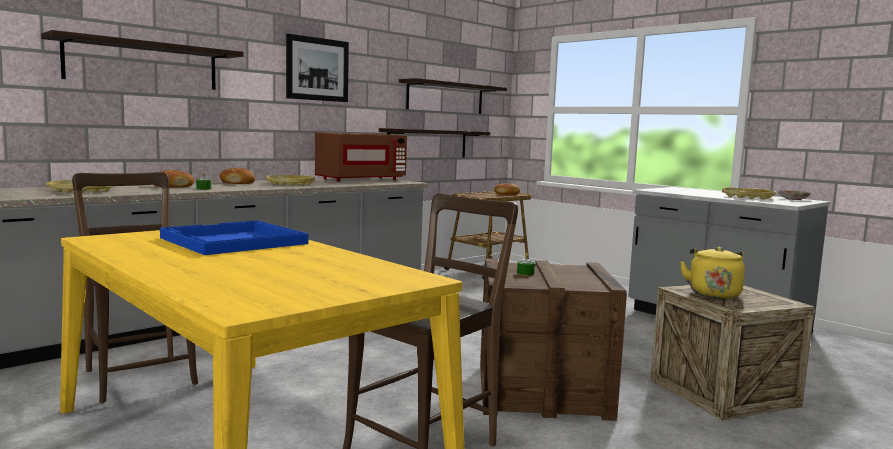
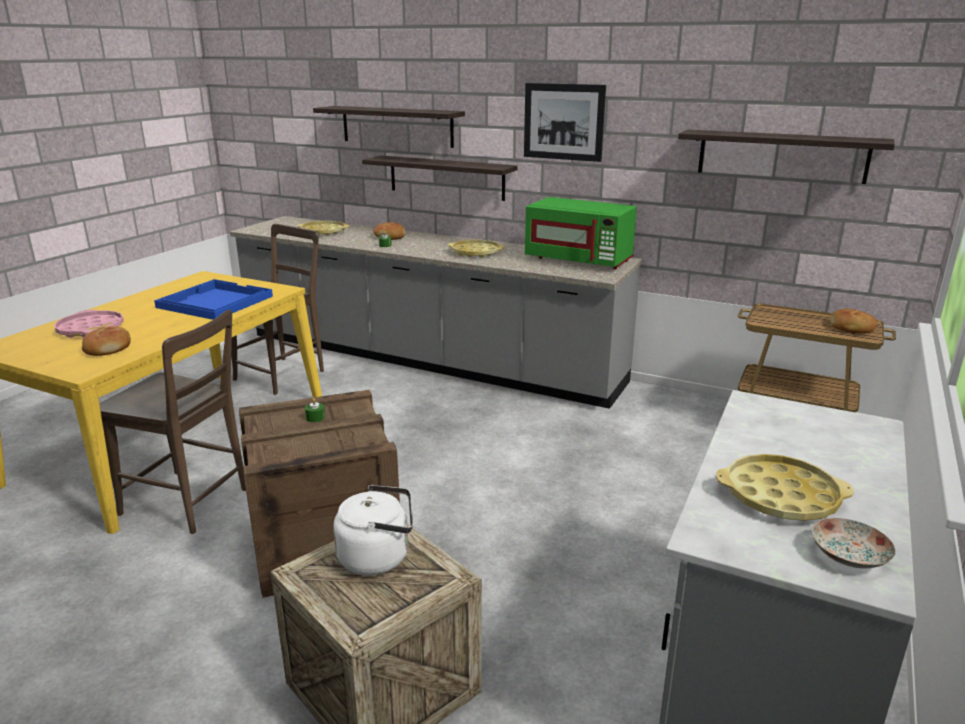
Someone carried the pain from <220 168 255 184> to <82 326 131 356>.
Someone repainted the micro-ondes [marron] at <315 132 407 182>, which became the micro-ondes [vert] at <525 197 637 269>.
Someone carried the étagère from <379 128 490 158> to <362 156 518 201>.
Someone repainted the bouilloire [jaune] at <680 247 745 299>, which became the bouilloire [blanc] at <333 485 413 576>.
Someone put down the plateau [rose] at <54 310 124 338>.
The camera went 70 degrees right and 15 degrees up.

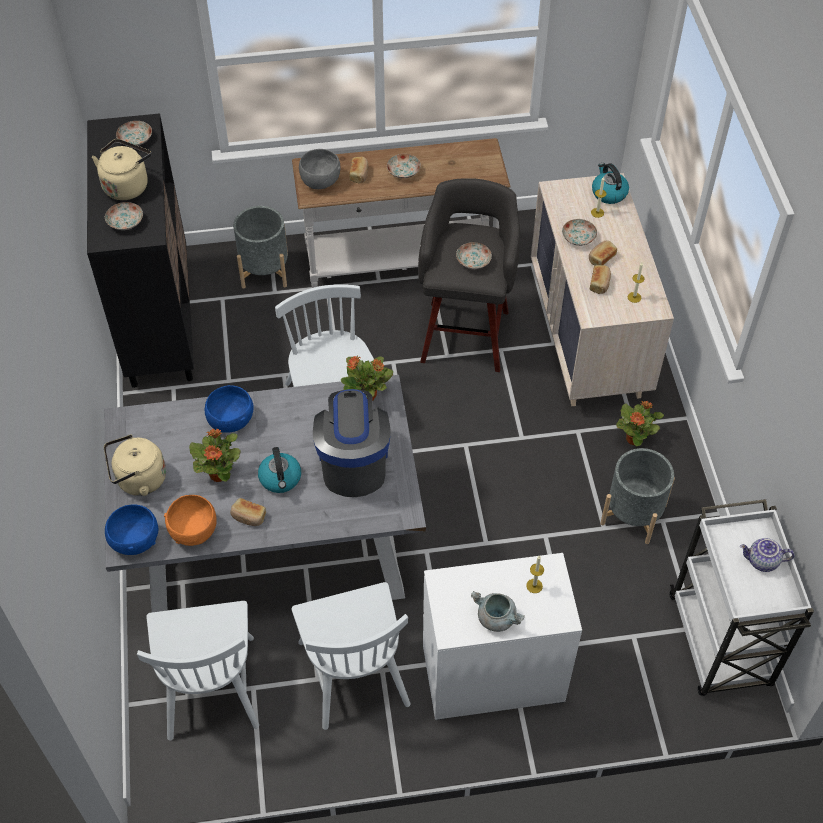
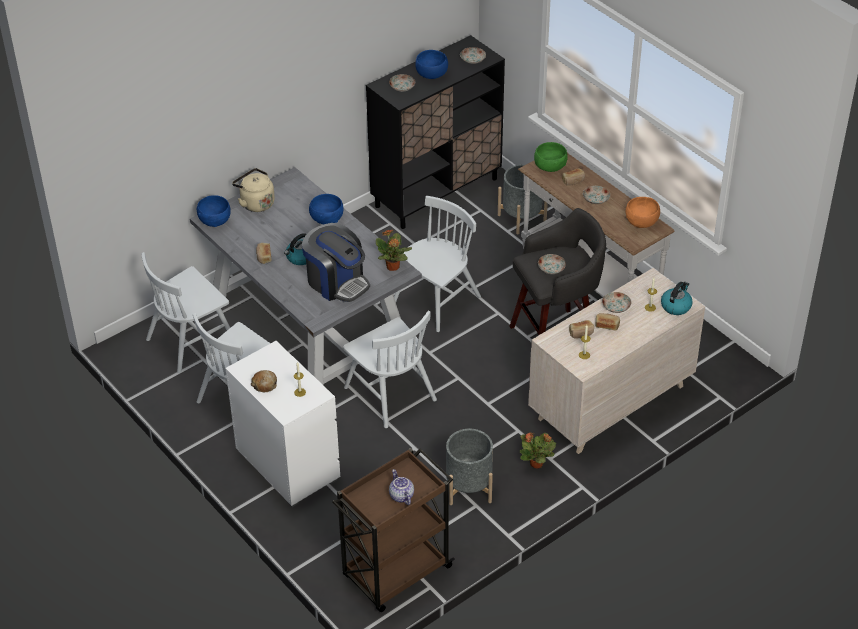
Someone swapped the bouilloire [beige] at <92 139 152 200> for the bol [bleu] at <415 50 448 79>.
Someone carried the bol [orange] from <164 495 217 546> to <626 197 660 228>.
Someone took away the plante en pot at <189 429 241 482>.
Someone repainted the bol [gris] at <299 149 340 189>, which became the bol [vert] at <534 142 568 172>.
Someone rotated the machine à café at <313 389 391 497> by 75 degrees clockwise.
Someone swapped the marmite [gris] at <471 591 525 632> for the pain at <251 370 277 392>.
Someone repainted the chariot [blanc] at <670 499 814 696>, which became the chariot [marron] at <332 448 455 612>.
Someone put down the chaise [blanc] at <343 311 437 428>.
The camera went 60 degrees right and 10 degrees down.

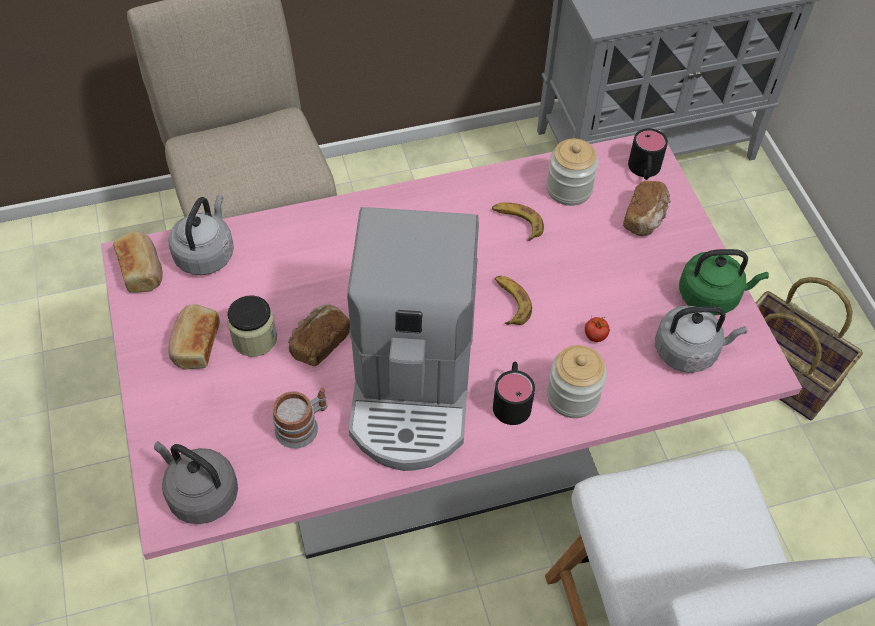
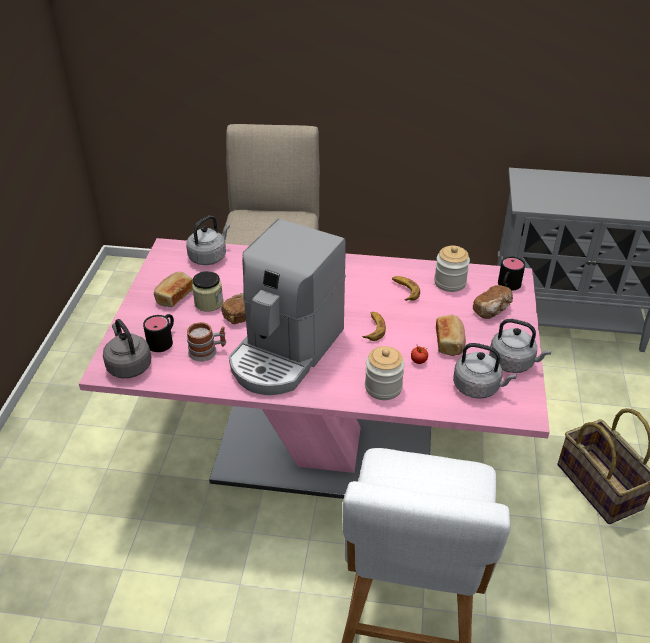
Someone carried the pain from <113 231 163 293> to <436 315 466 356>.
Someone carried the mug [noir] from <493 362 535 425> to <143 314 174 352>.
Someone repainted the bouilloire [vert] at <679 249 769 316>, which became the bouilloire [gris] at <489 319 552 373>.
The camera went 25 degrees right and 15 degrees down.

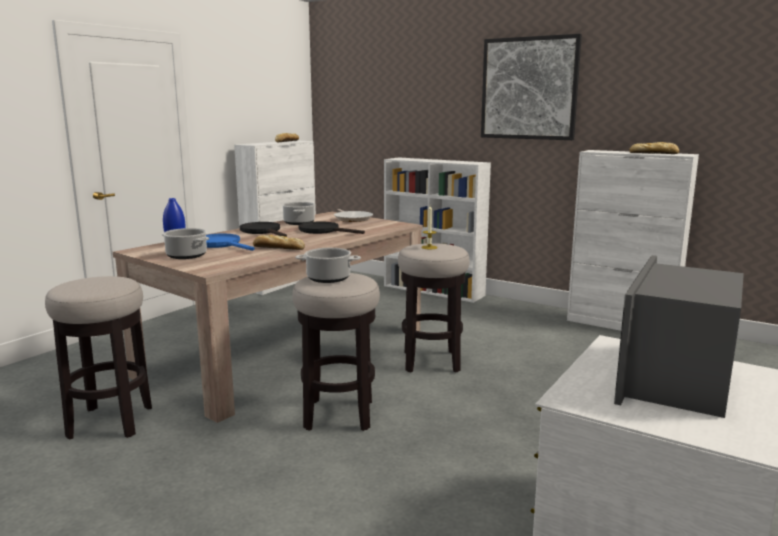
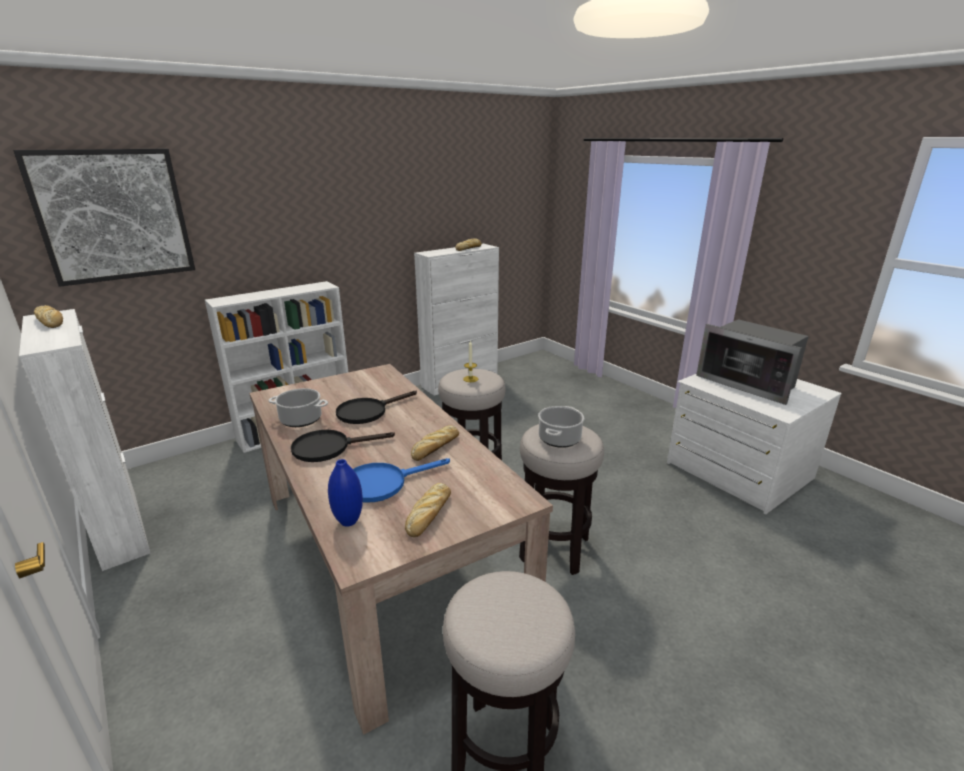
Someone swapped the marmite at <162 228 209 259> for the pain at <405 483 451 537>.
Someone took away the poêle at <334 209 373 222>.
Someone carried the tableau from <481 34 582 140> to <13 149 195 287>.
The camera went 70 degrees left and 10 degrees up.

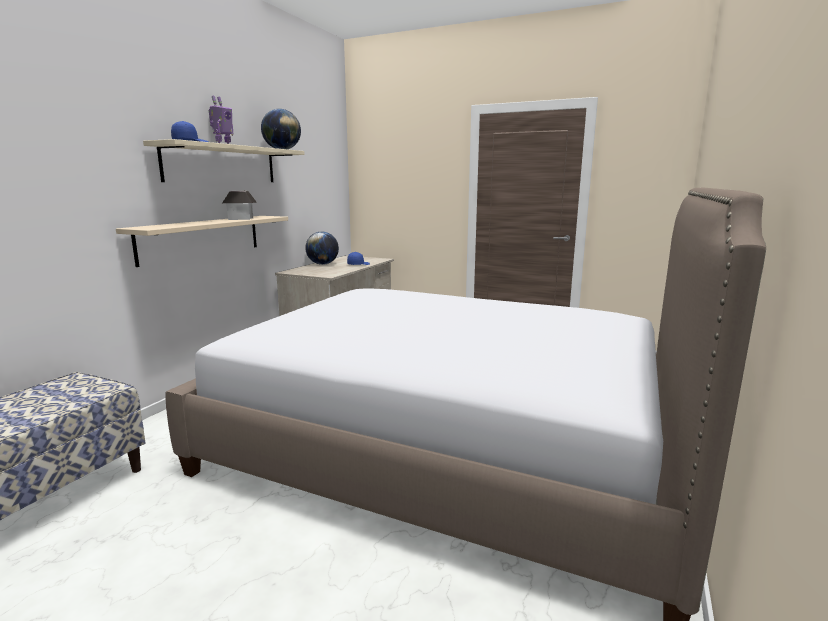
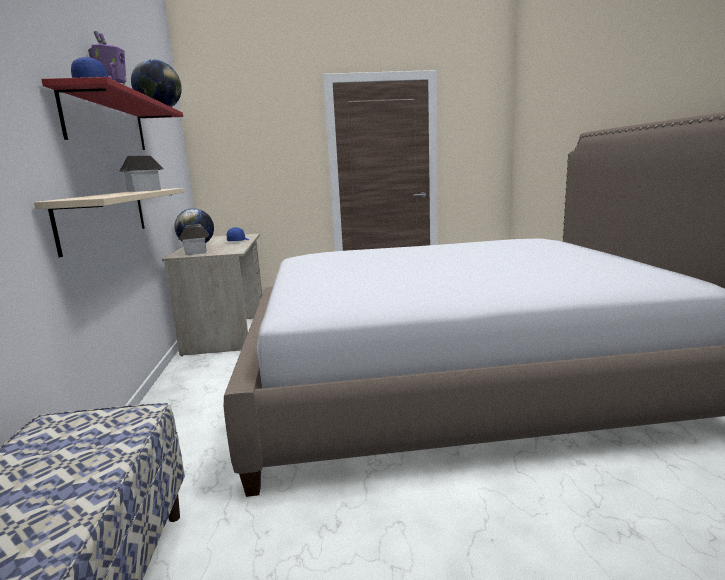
Someone repainted the étagère [beige] at <143 139 305 182>, which became the étagère [rouge] at <41 77 183 150>.
Someone put down the maison miniature at <179 224 209 255>.
The camera went 30 degrees left and 0 degrees up.

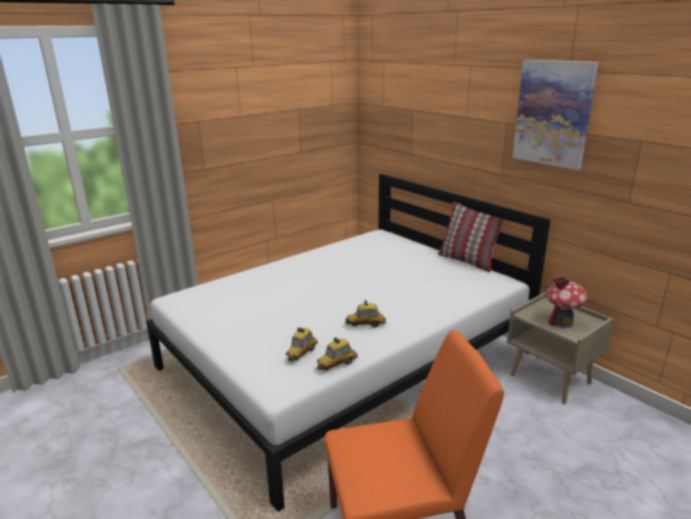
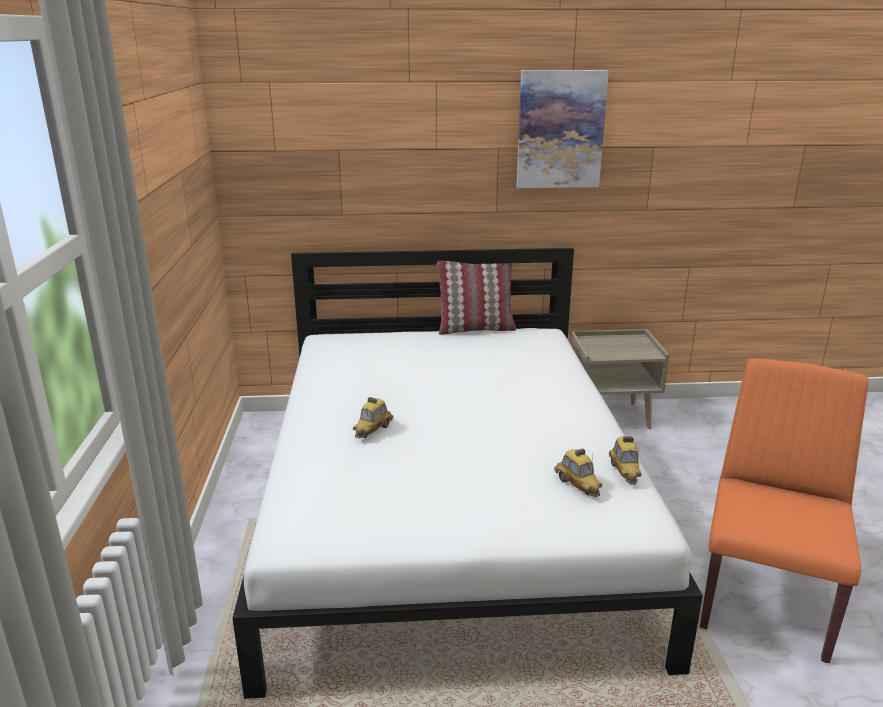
Someone carried the petite voiture from <345 300 386 328> to <353 397 393 439>.
Someone took away the maison miniature at <547 275 588 328>.
The camera went 55 degrees left and 0 degrees up.

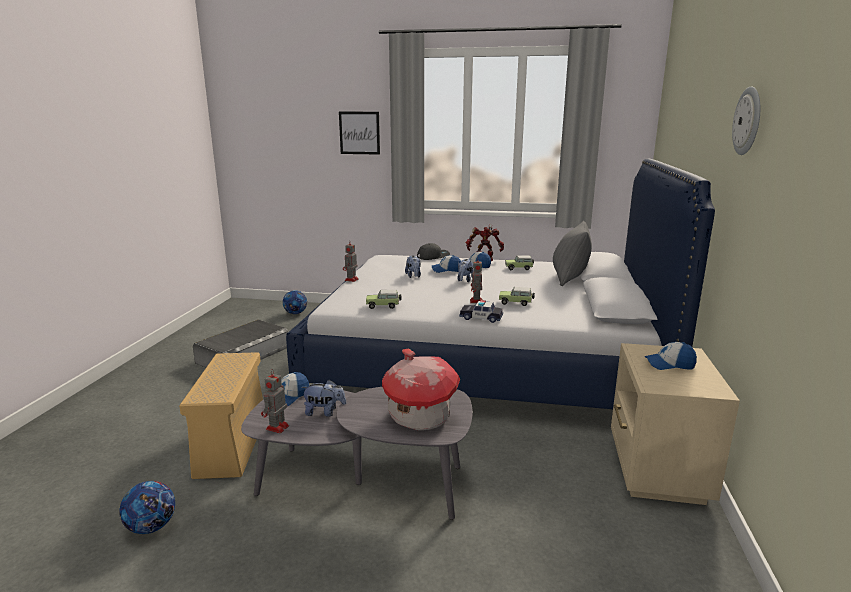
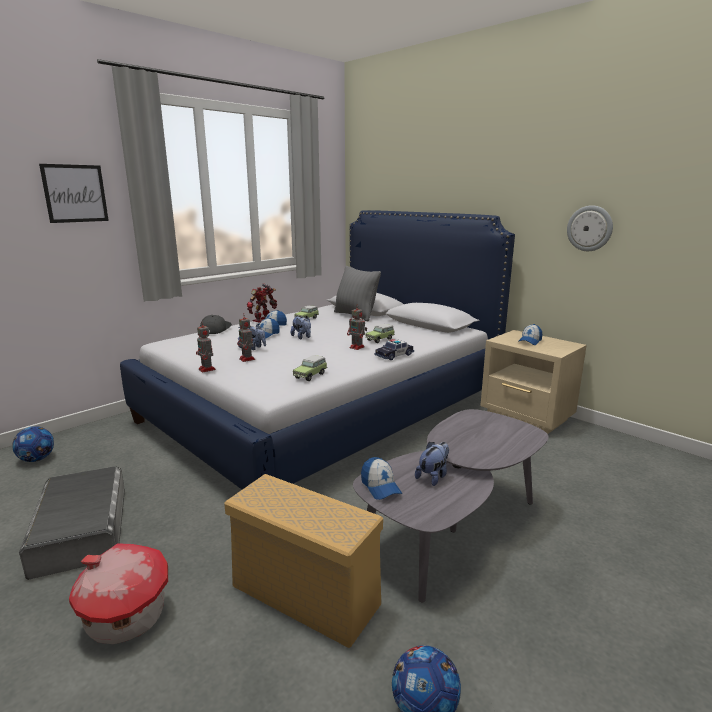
Someone carried the robot jouet from <261 369 289 433> to <237 314 255 362>.
Someone carried the maison miniature from <382 349 460 430> to <69 543 168 644>.
Someone carried the horloge murale from <732 87 760 155> to <567 205 613 251>.
The camera went 55 degrees left and 0 degrees up.

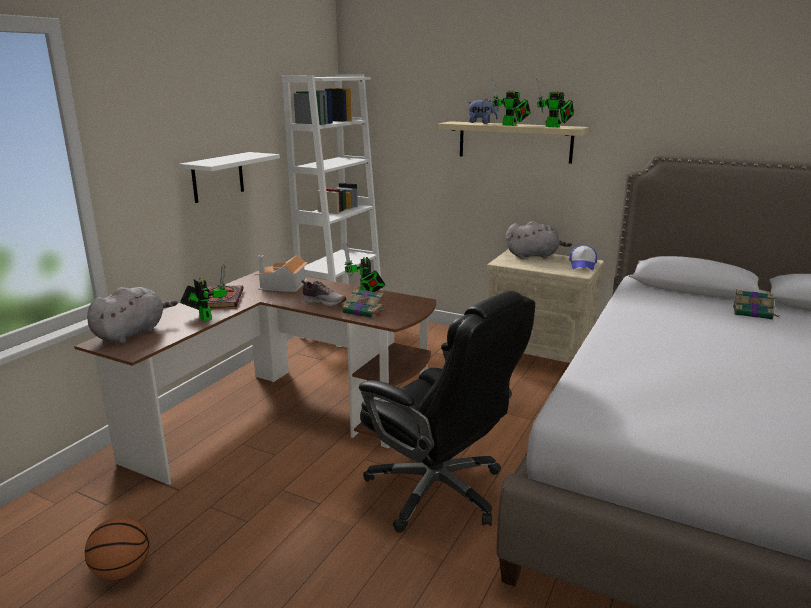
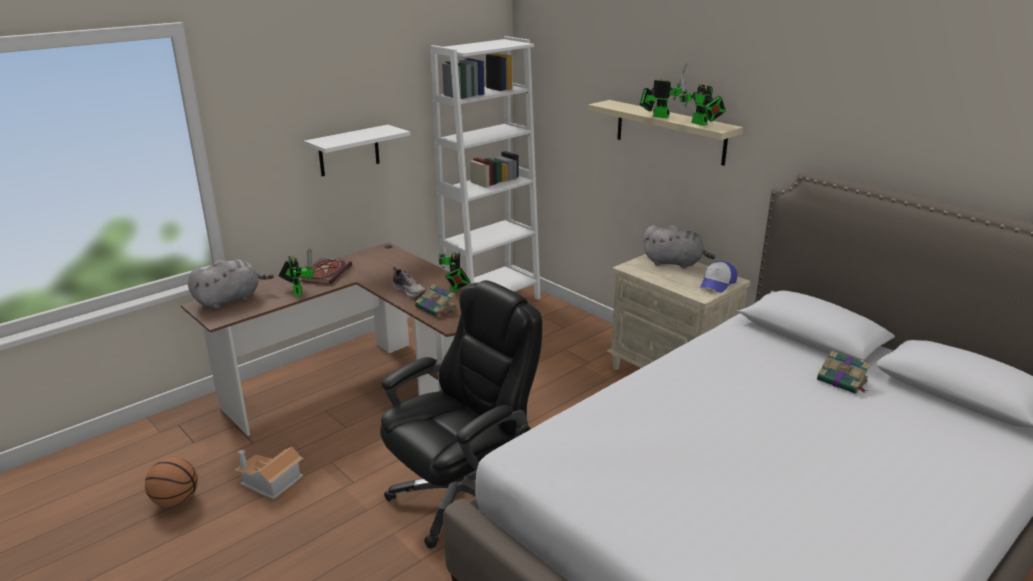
Someone carried the maison miniature from <254 255 308 292> to <235 447 303 499>.
Someone rotated the chaise de bureau [noir] at <359 291 535 533> by 105 degrees counterclockwise.
Someone took away the peluche at <468 99 499 124>.
Someone rotated the robot jouet at <492 78 531 126> by 150 degrees clockwise.
The camera went 20 degrees right and 5 degrees up.

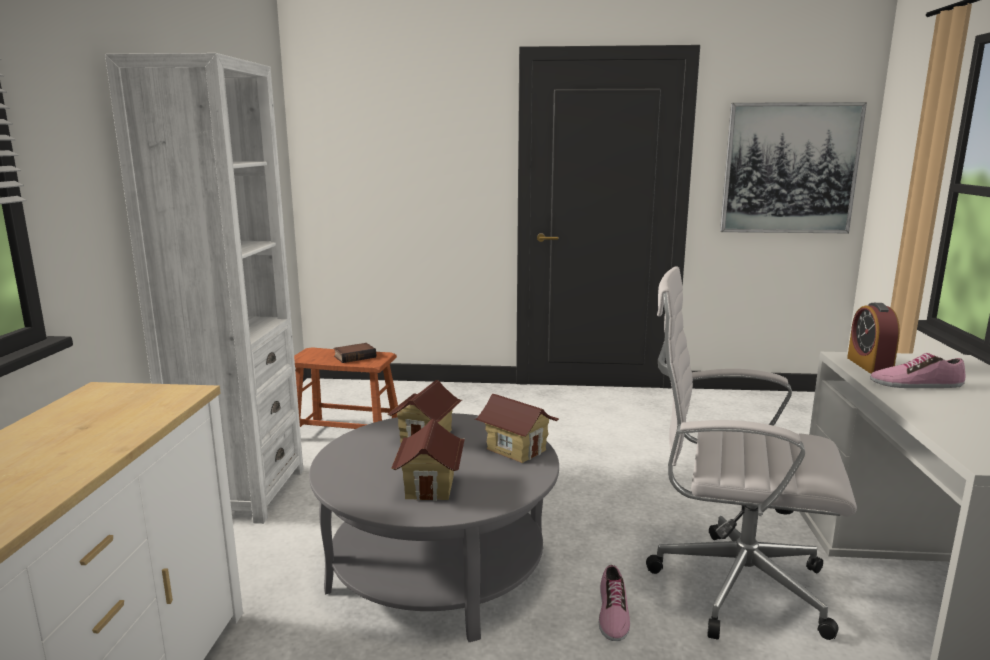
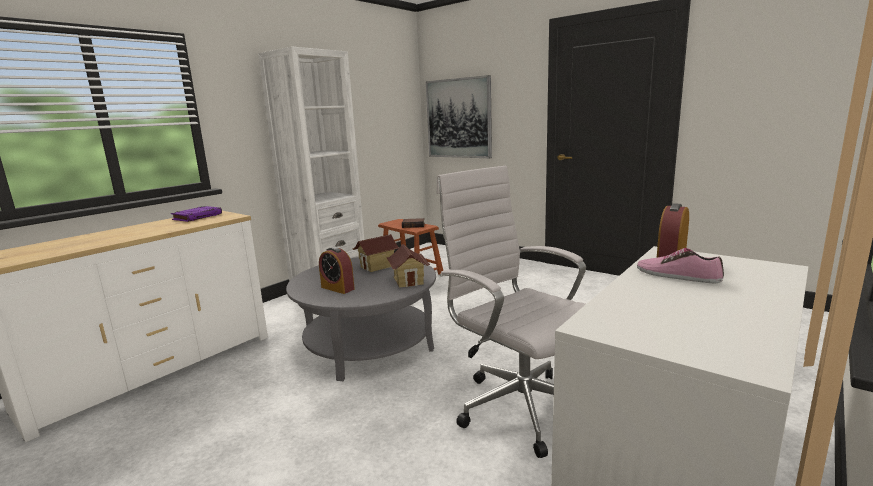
Someone swapped the maison miniature at <391 419 465 501> for the réveil at <319 247 355 294>.
Someone took away the chaussure at <599 565 630 641>.
Someone carried the tableau from <720 102 867 233> to <426 75 492 158>.
Someone put down the livre [violet] at <171 206 222 222>.
The camera went 35 degrees right and 0 degrees up.

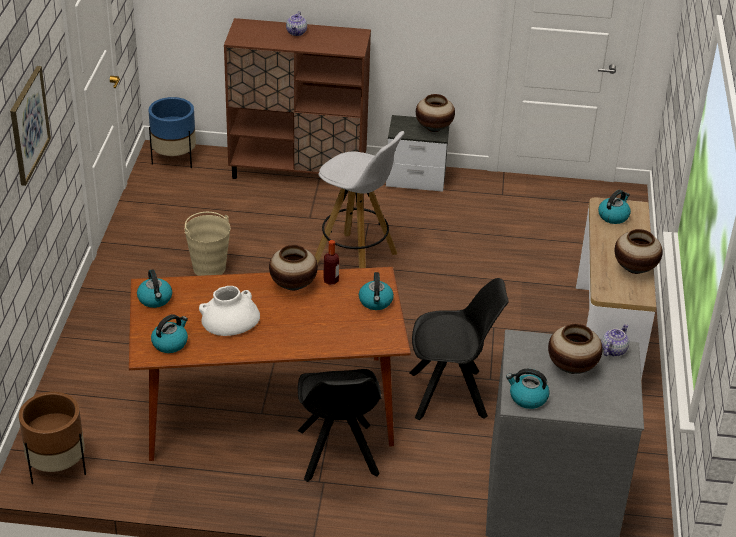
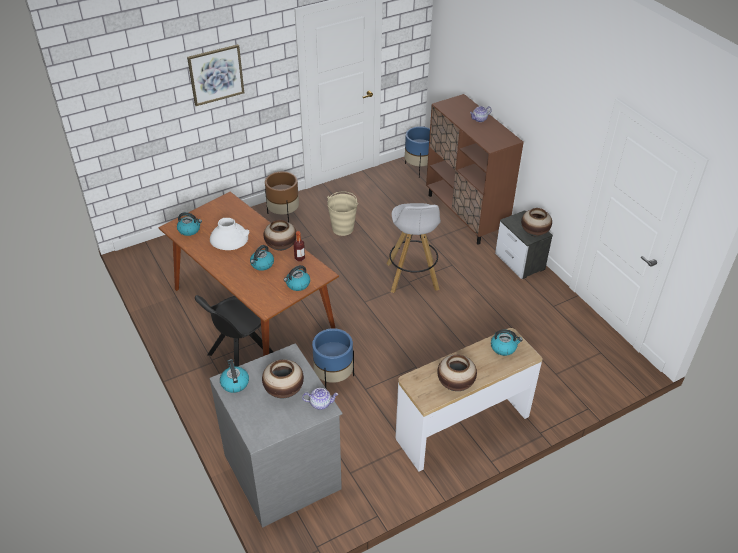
Someone carried the cache-pot [marron] from <19 392 86 484> to <265 171 299 222>.
Someone carried the bouilloire from <137 270 172 308> to <250 245 274 271>.
Someone swapped the chaise [noir] at <409 278 509 420> for the cache-pot [bleu] at <312 328 354 388>.
The camera went 55 degrees right and 5 degrees up.

